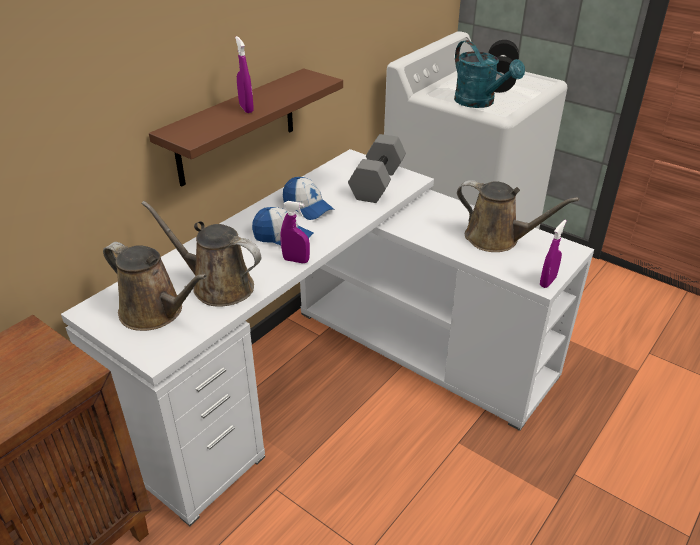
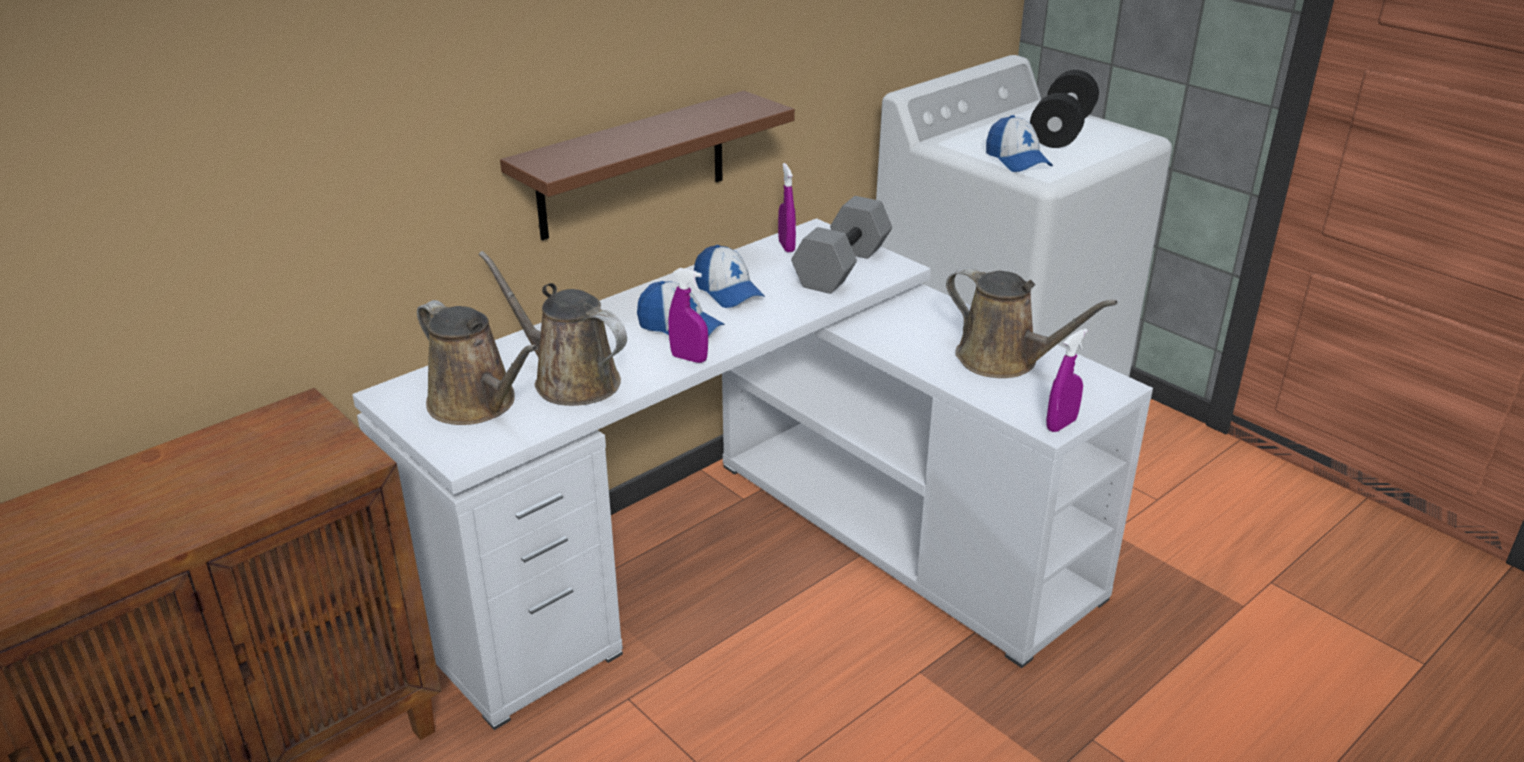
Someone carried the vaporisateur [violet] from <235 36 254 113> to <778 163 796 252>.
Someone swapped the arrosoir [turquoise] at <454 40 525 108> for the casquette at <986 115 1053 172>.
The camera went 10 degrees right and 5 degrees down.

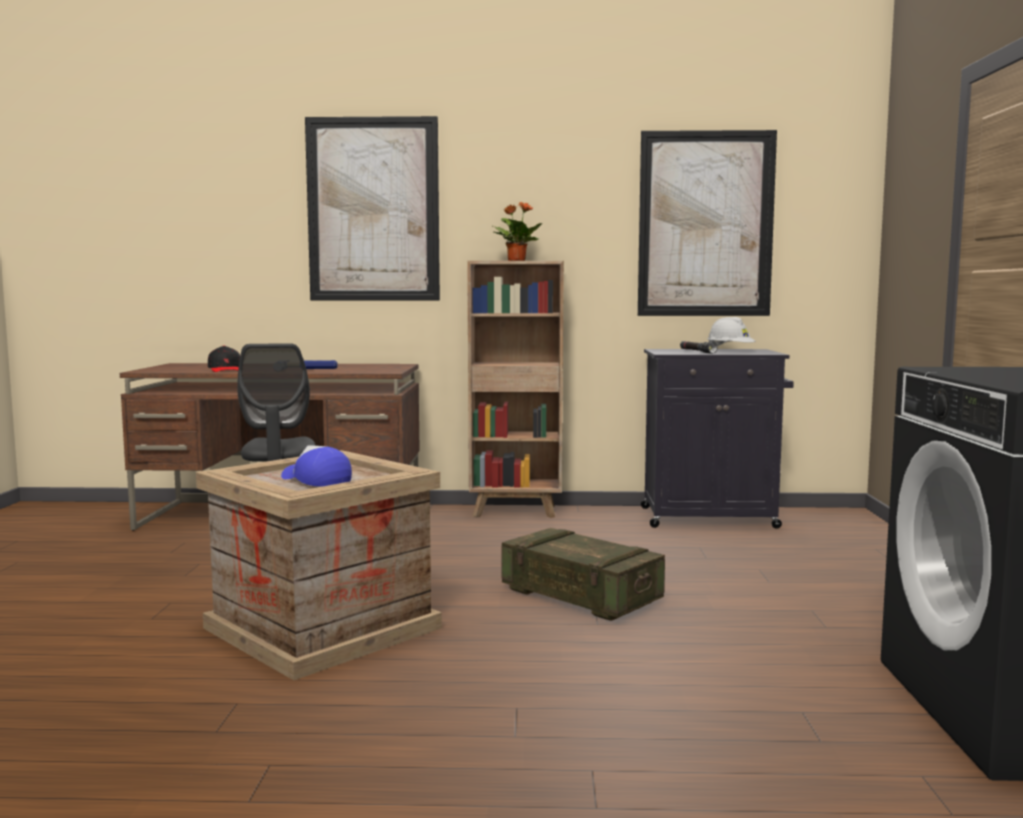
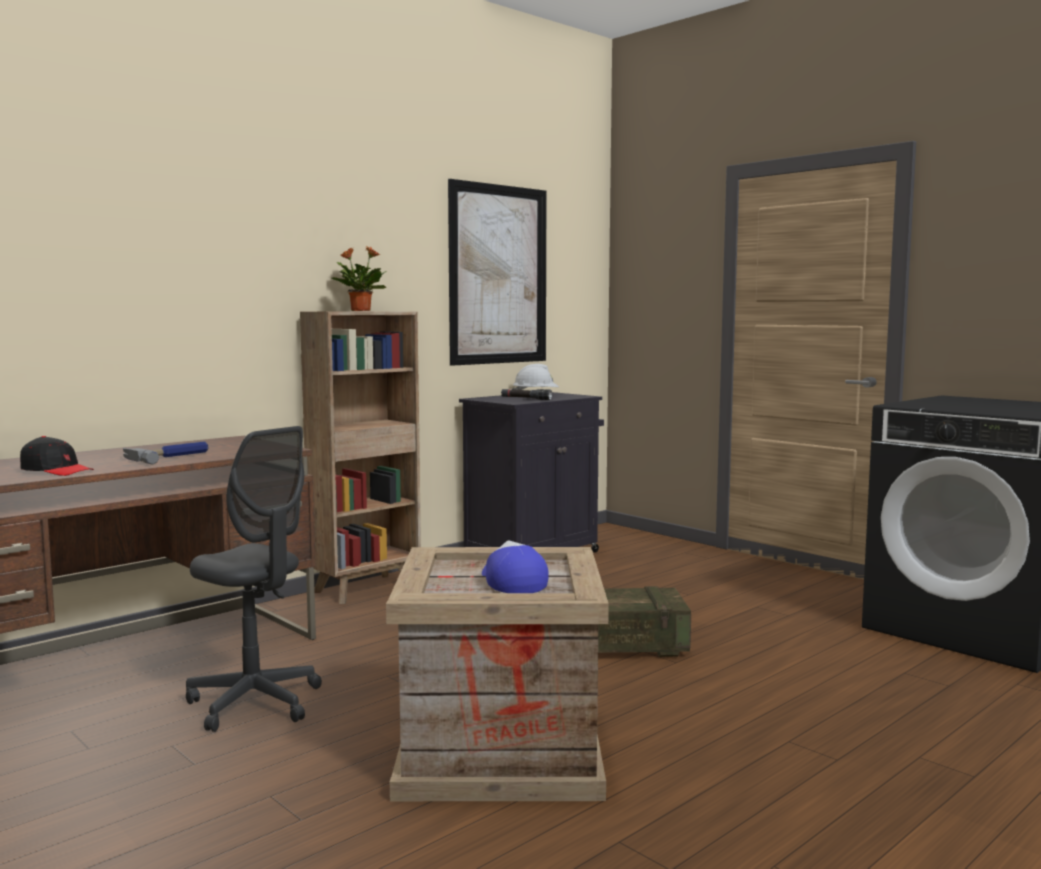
Someone rotated the casquette at <281 445 352 487> by 75 degrees clockwise.
Someone took away the tableau at <305 116 440 301>.
The camera went 45 degrees left and 0 degrees up.

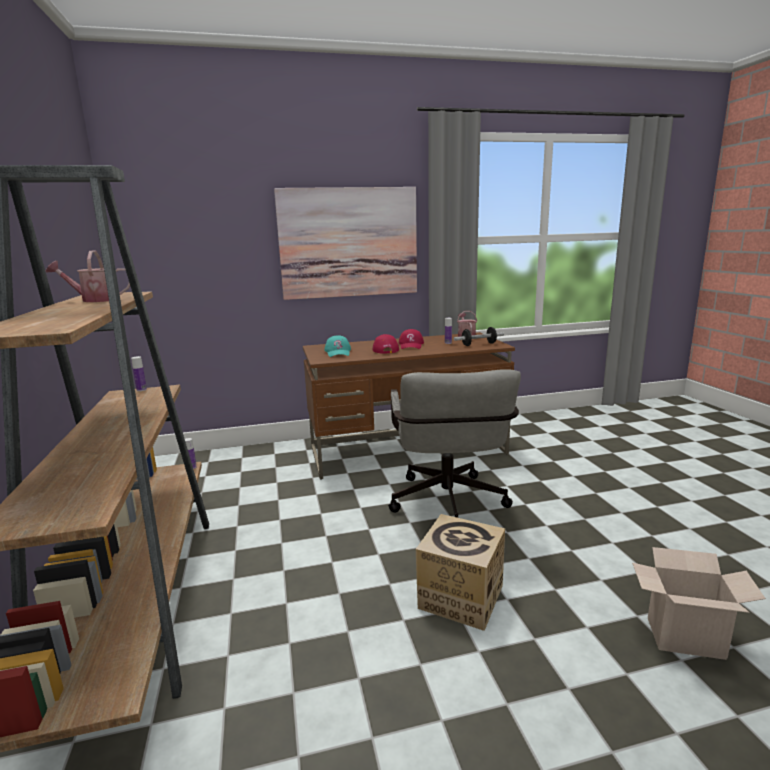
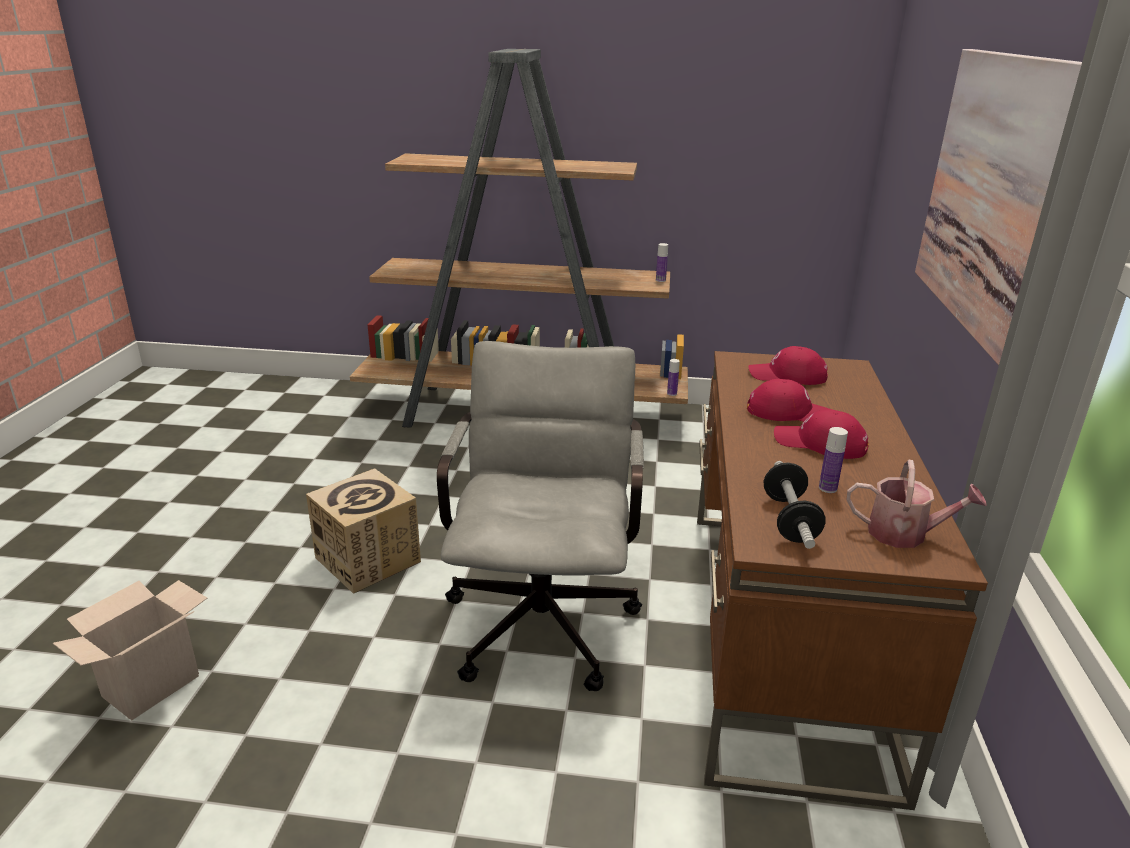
Someone took away the arrosoir at <46 250 130 302>.
Someone repainted the casquette [turquoise] at <324 335 351 357>, which became the casquette [rouge] at <748 346 828 385>.
Someone rotated the chaise de bureau [gris] at <388 369 521 518> by 75 degrees clockwise.
The camera went 110 degrees right and 10 degrees up.

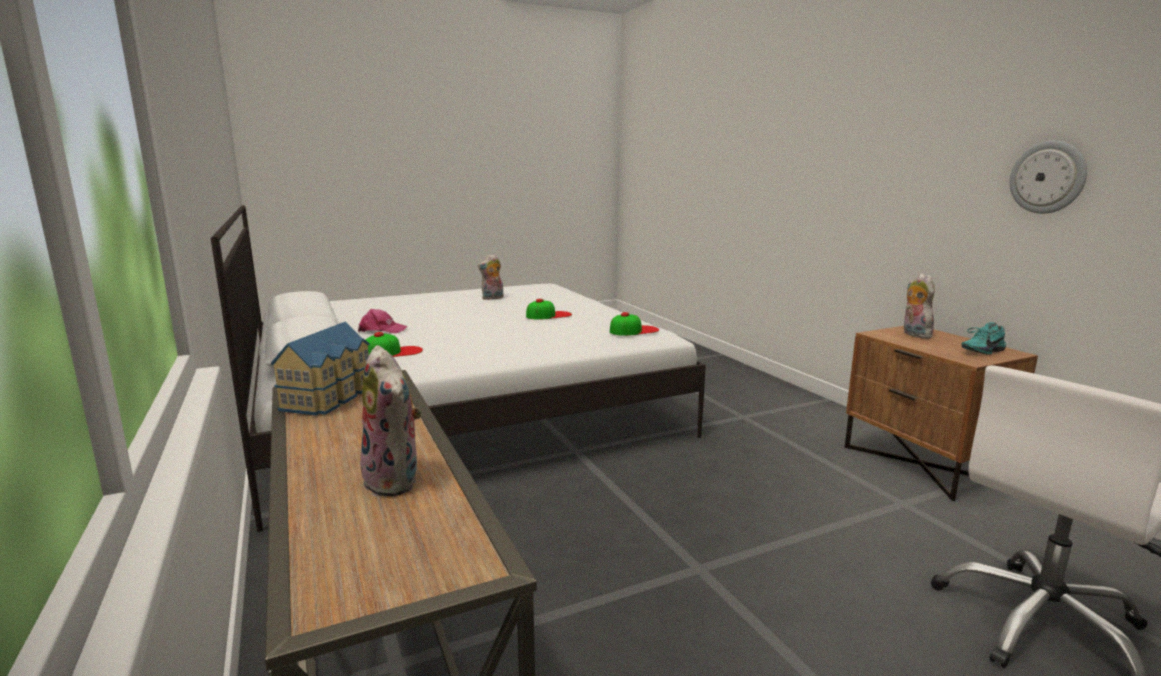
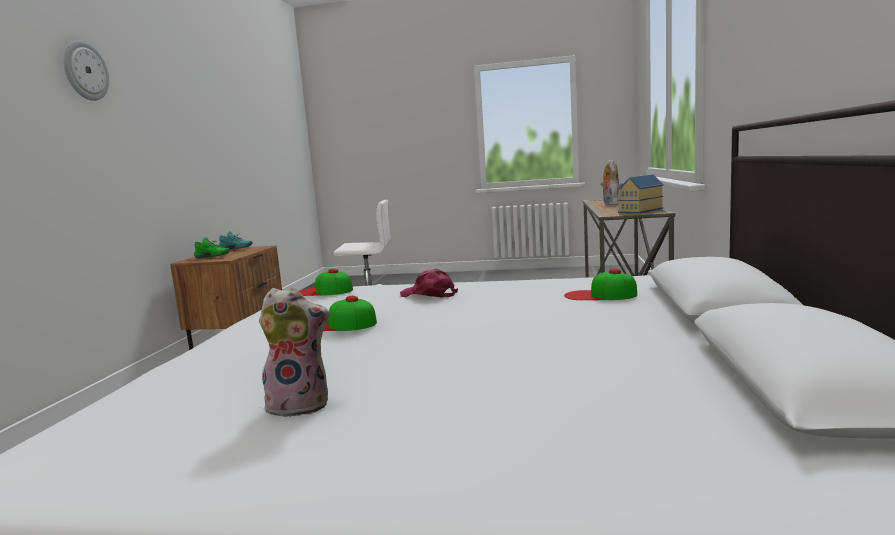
Someone carried the casquette [rose] from <358 309 408 333> to <400 269 458 298>.
Someone swapped the peluche at <904 273 936 338> for the chaussure [vert] at <194 237 230 259>.
Someone carried the horloge murale from <1009 141 1087 214> to <63 40 109 101>.
The camera went 145 degrees left and 5 degrees down.

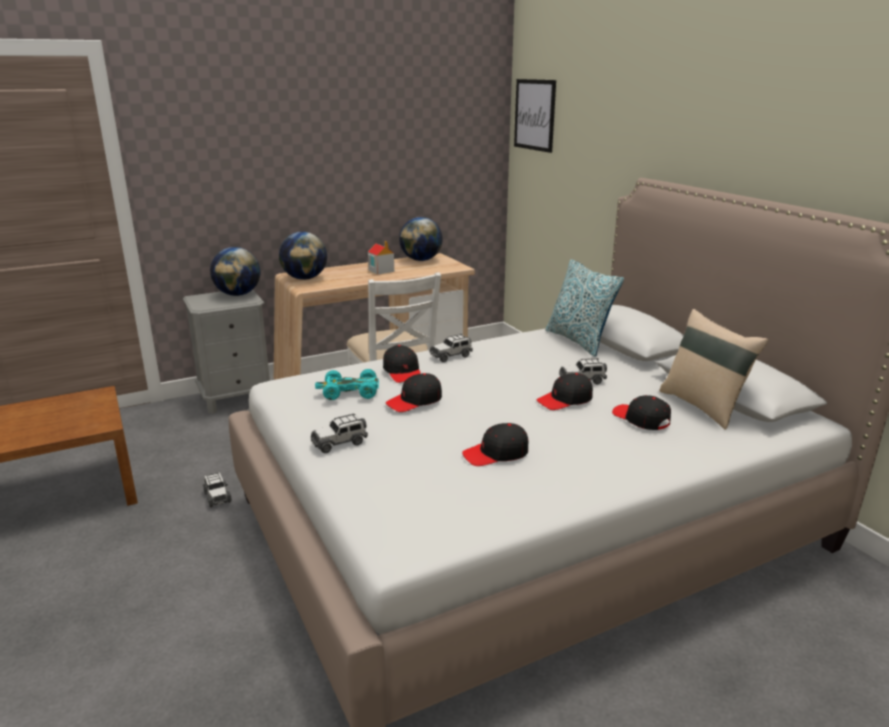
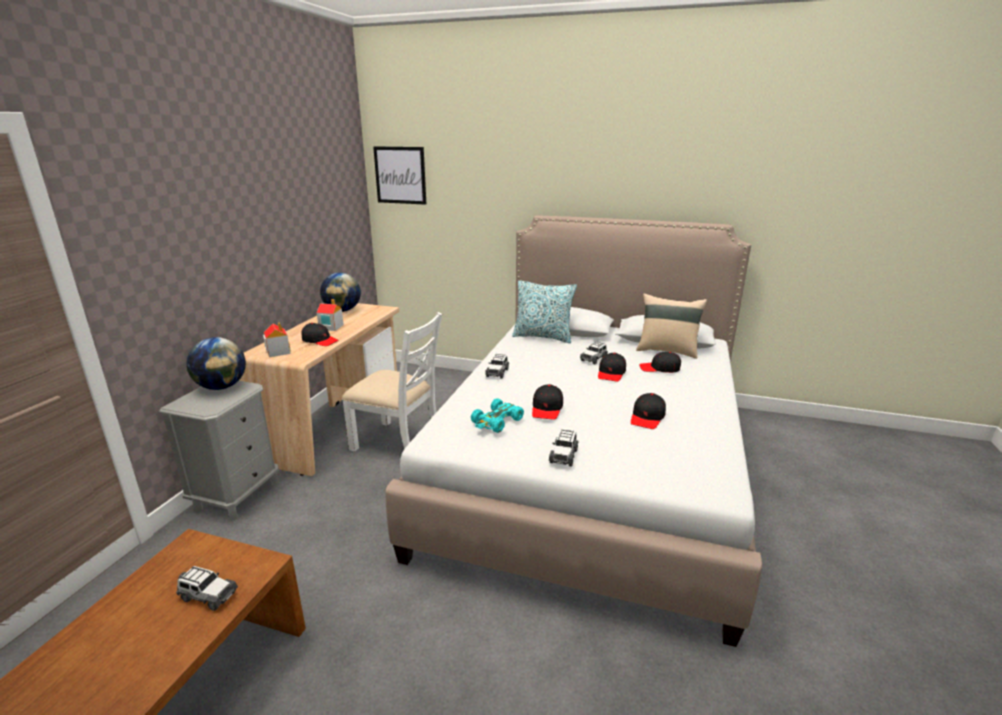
Someone carried the petite voiture from <203 472 232 507> to <176 566 238 611>.
Someone swapped the globe at <279 231 327 280> for the maison miniature at <263 322 291 357>.
Someone carried the casquette [noir] from <383 345 421 383> to <301 323 339 346>.
The camera went 45 degrees left and 0 degrees up.

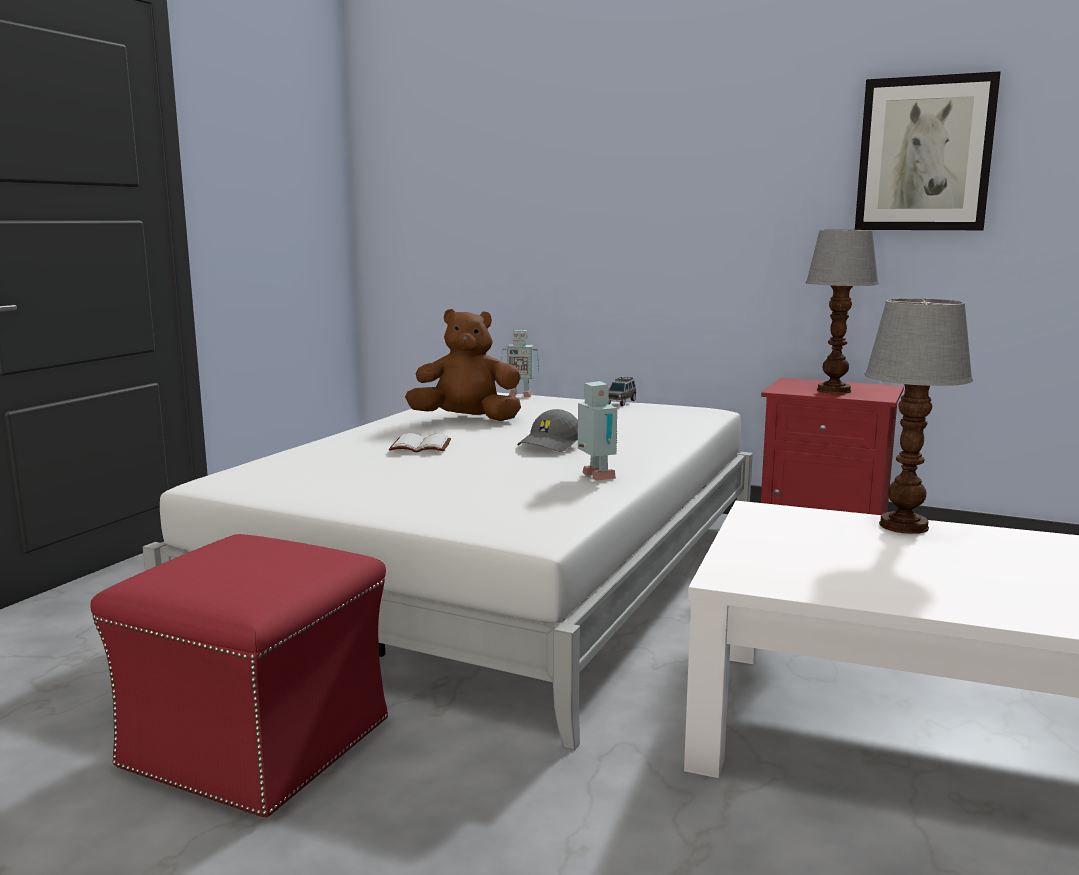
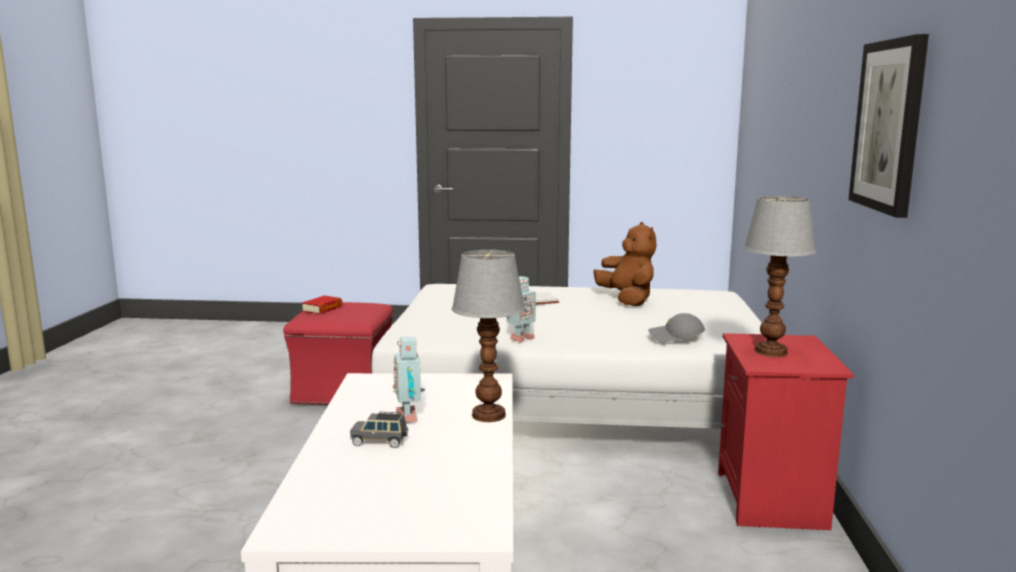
Someone carried the robot jouet from <501 330 539 398> to <392 337 425 423>.
Someone carried the casquette [gris] from <517 409 578 452> to <648 313 705 343>.
Someone carried the petite voiture [gris] from <608 377 636 406> to <350 412 408 448>.
Someone put down the livre at <302 296 342 314>.
The camera went 70 degrees right and 0 degrees up.

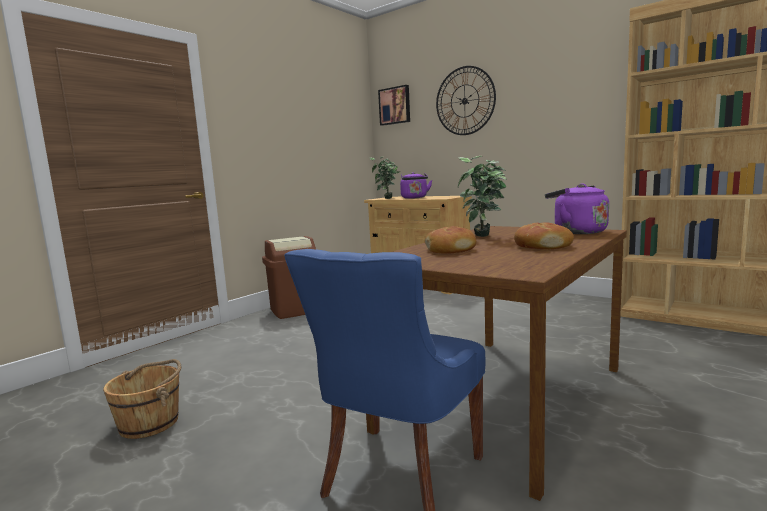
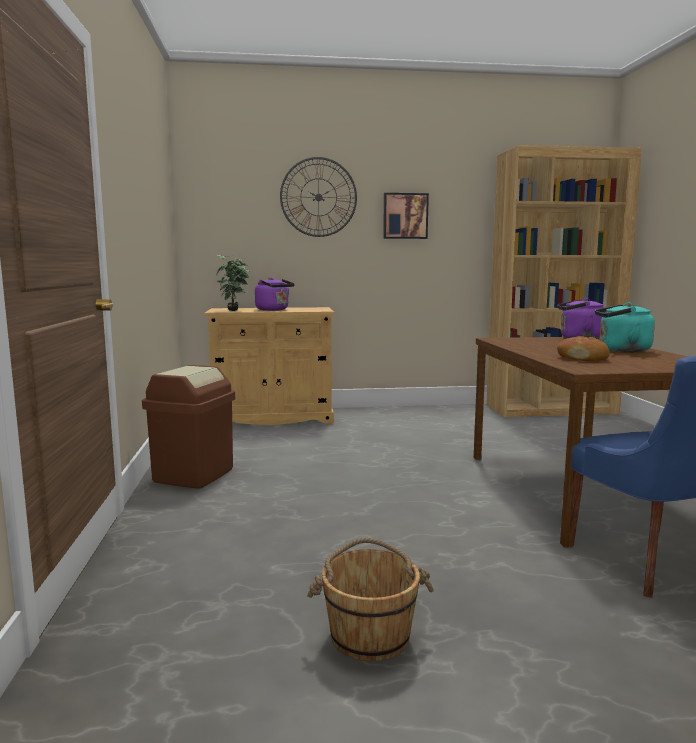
Someone carried the tableau from <378 85 410 126> to <383 193 429 239>.
Someone took away the plante en pot at <458 156 507 237>.
Someone swapped the pain at <514 222 574 249> for the bouilloire [turquoise] at <595 303 655 352>.
The camera went 45 degrees left and 0 degrees up.

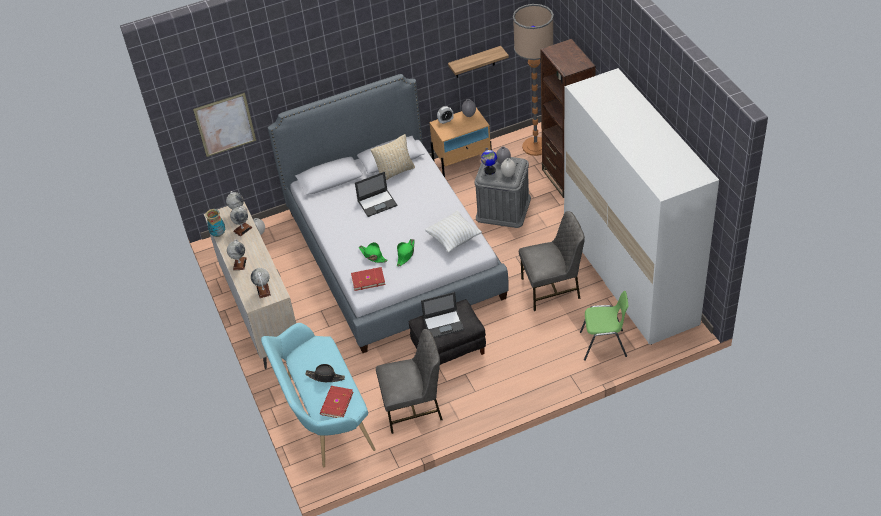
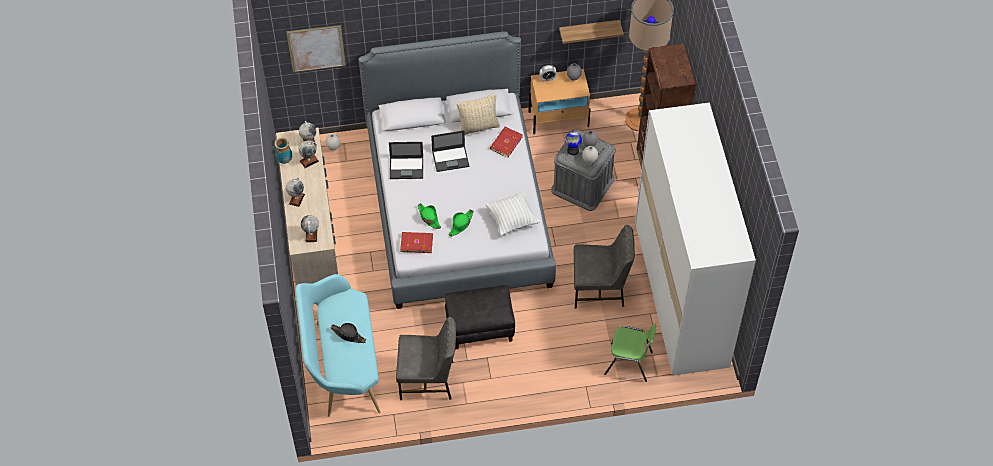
Someone carried the livre [rouge] from <320 386 353 418> to <490 127 523 158>.
Someone carried the ordinateur portable from <421 292 464 338> to <389 142 423 179>.
The camera went 10 degrees right and 10 degrees up.

